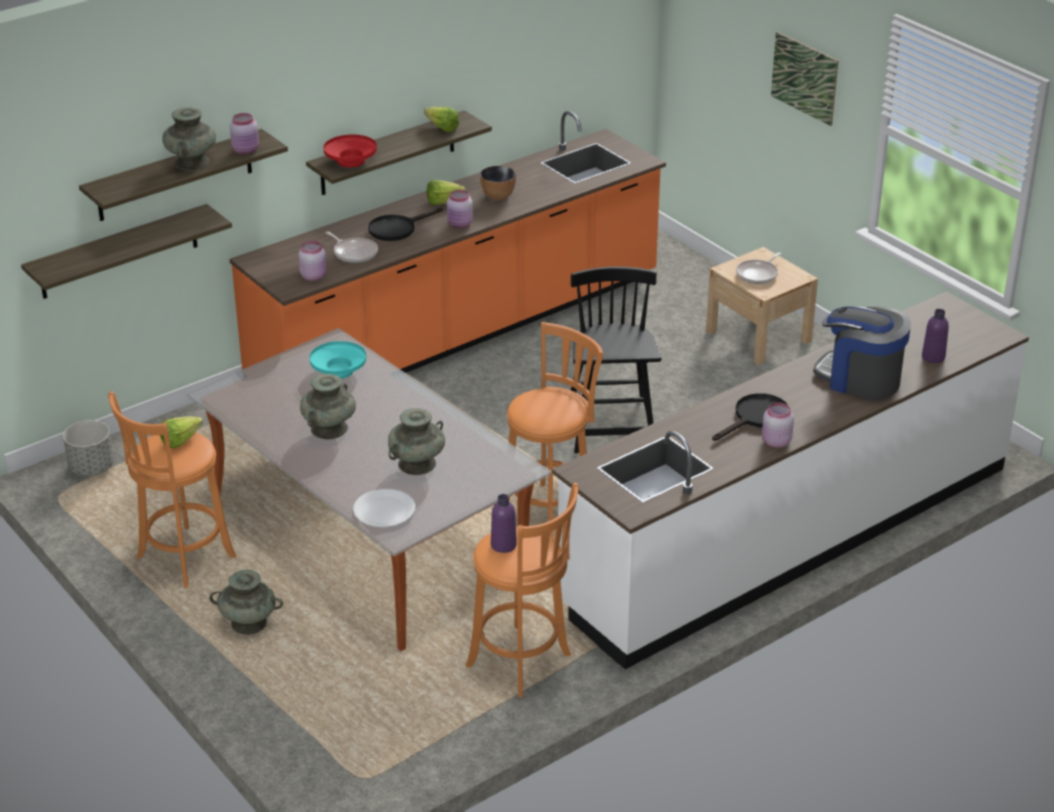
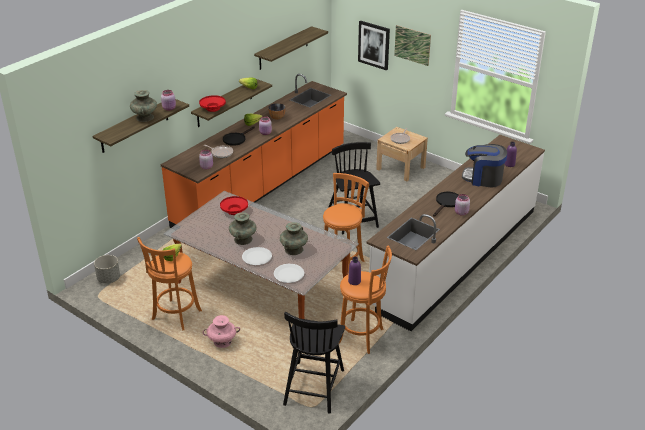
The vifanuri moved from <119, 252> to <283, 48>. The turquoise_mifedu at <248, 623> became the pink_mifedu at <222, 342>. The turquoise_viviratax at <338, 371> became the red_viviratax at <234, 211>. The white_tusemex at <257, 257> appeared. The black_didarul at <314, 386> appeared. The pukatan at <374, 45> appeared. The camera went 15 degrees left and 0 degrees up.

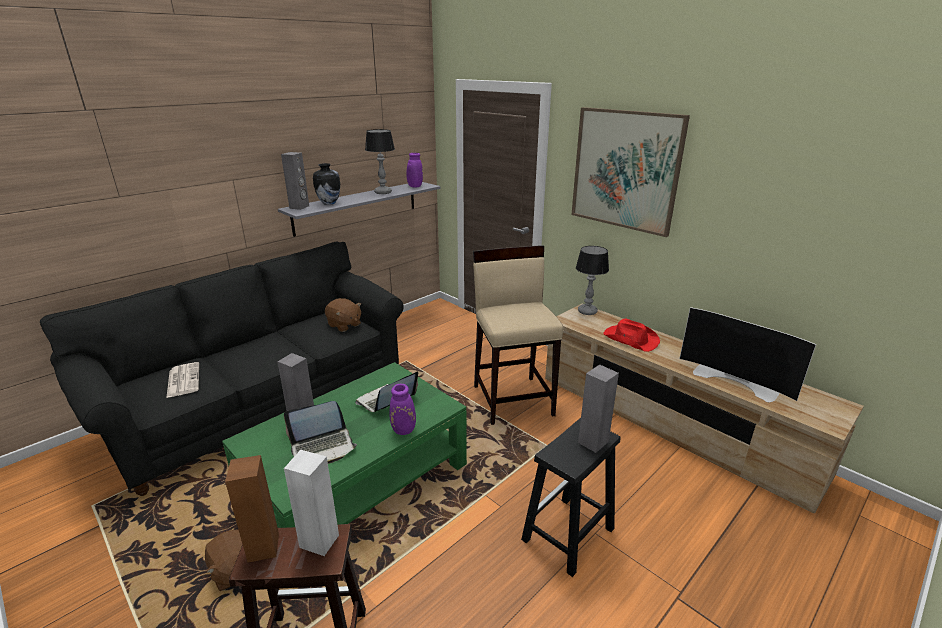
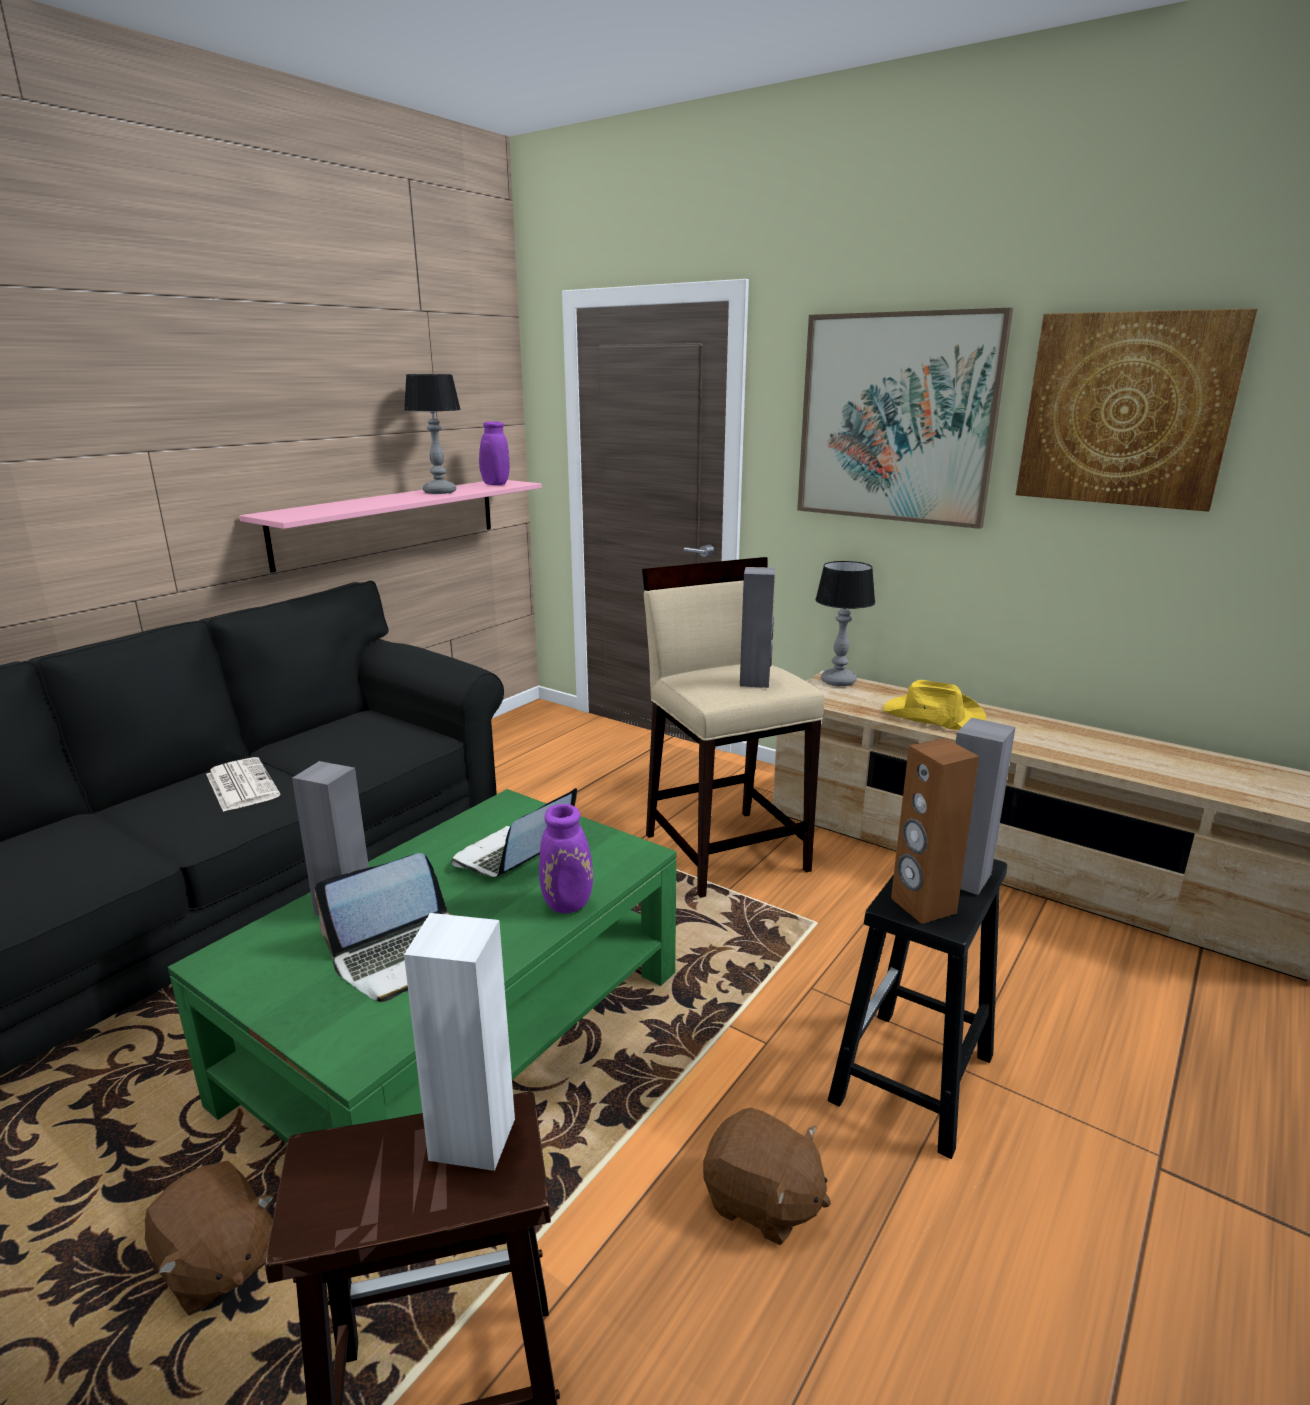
The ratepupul moved from <183, 380> to <241, 785>. The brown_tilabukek moved from <263, 547> to <922, 906>. The grey_vifanuri at <357, 207> became the pink_vifanuri at <390, 521>. The grey_tilabukek moved from <299, 207> to <755, 681>. The mifedu at <329, 203> disappeared. The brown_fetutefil moved from <344, 325> to <762, 1201>. The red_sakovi at <630, 339> became the yellow_sakovi at <932, 715>. The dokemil at <736, 380> disappeared. The pukatan at <1126, 410> appeared. The camera went 10 degrees left and 5 degrees down.

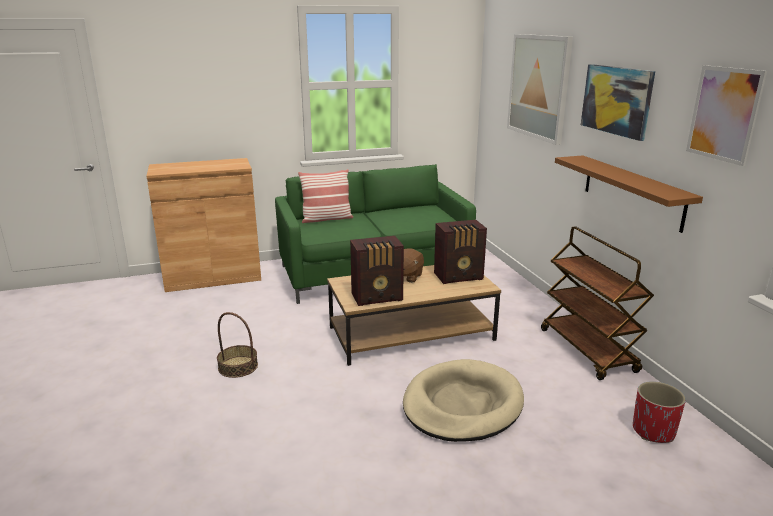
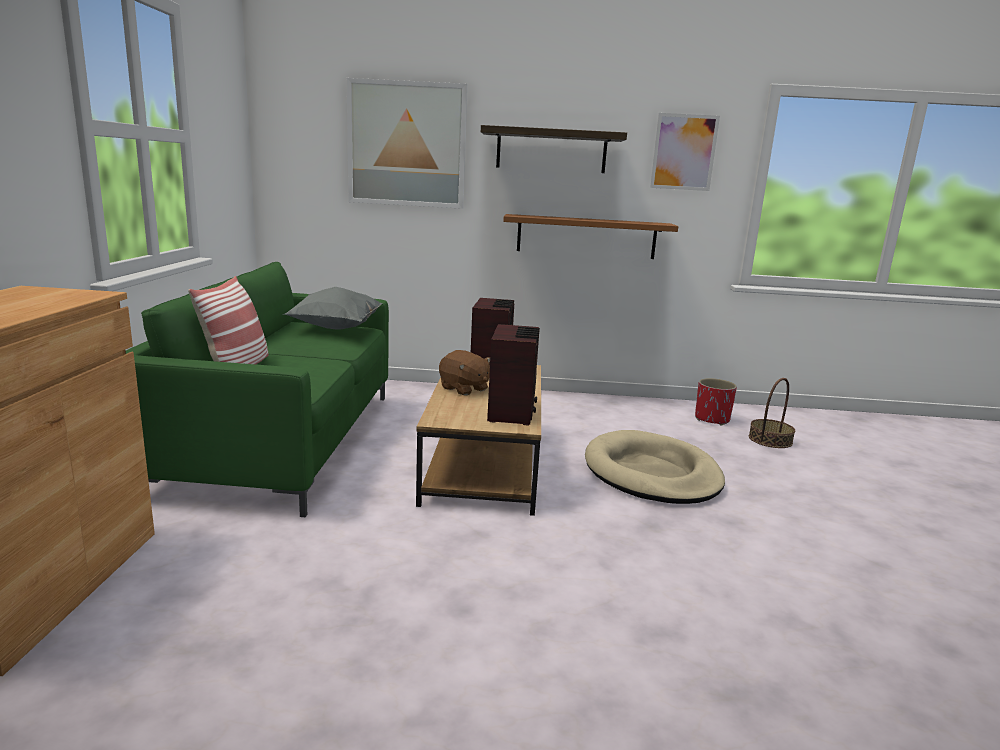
The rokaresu moved from <238, 367> to <770, 440>. The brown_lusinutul at <588, 351> disappeared. The pukatan at <616, 100> was replaced by the vifanuri at <551, 150>. The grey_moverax at <335, 330> appeared. The camera went 70 degrees left and 5 degrees down.

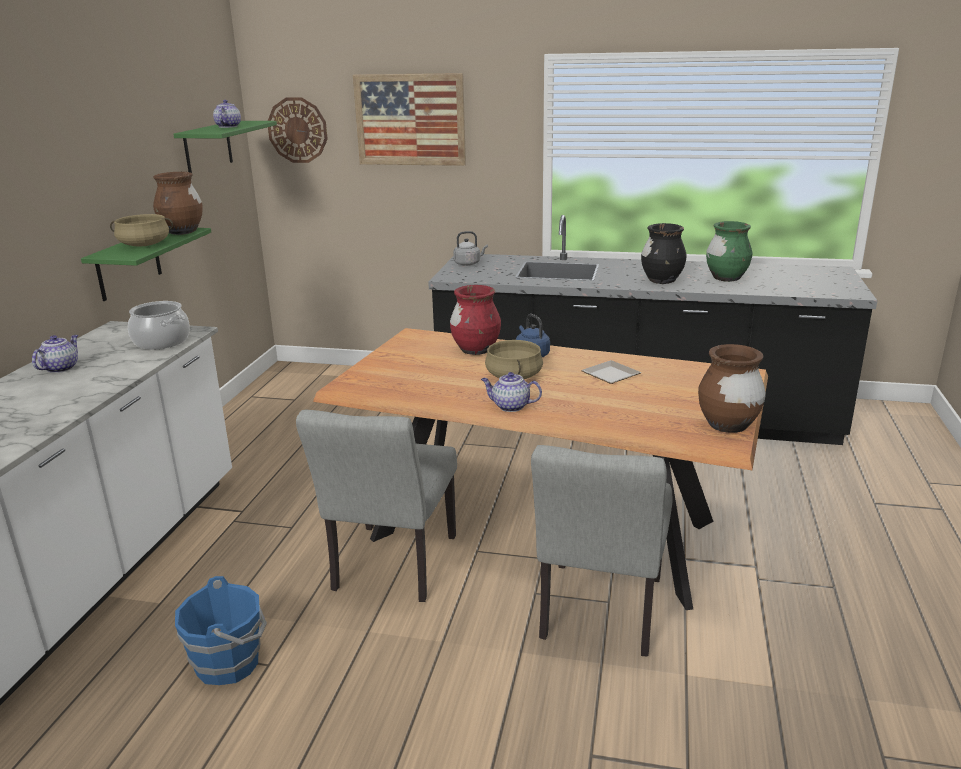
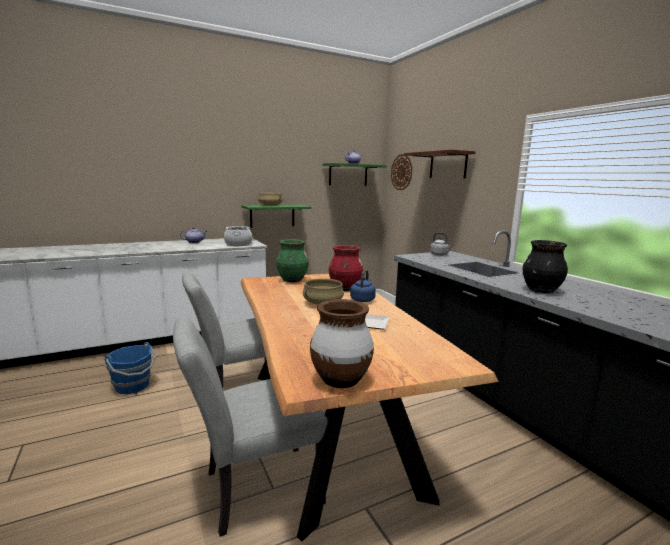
The brown_mifedu at <182, 232> disappeared. The pukatan at <410, 120> was replaced by the brown_vifanuri at <448, 165>. The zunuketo at <510, 406> disappeared. The green_mifedu moved from <726, 278> to <292, 280>. The camera went 50 degrees right and 10 degrees down.

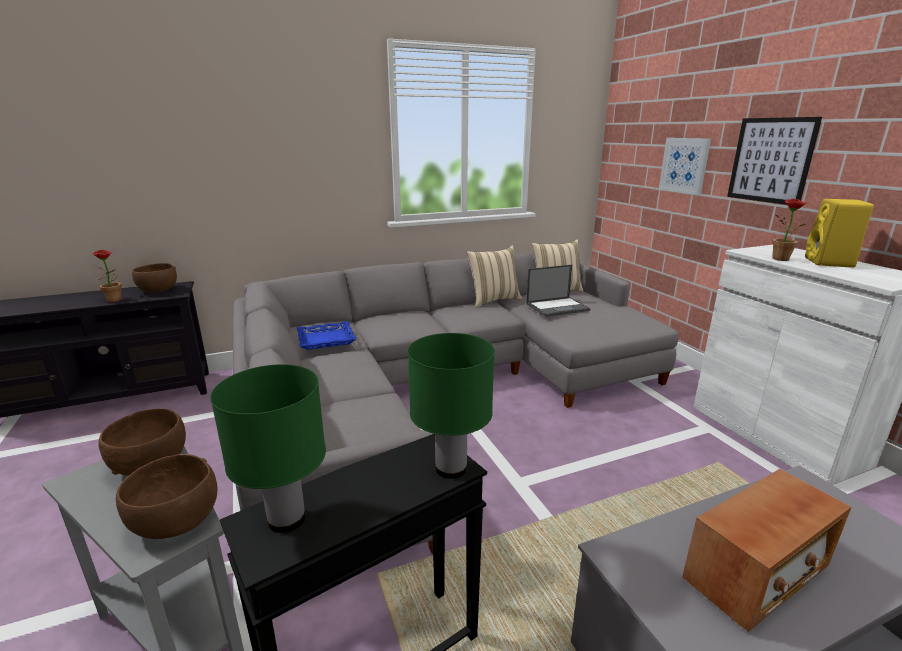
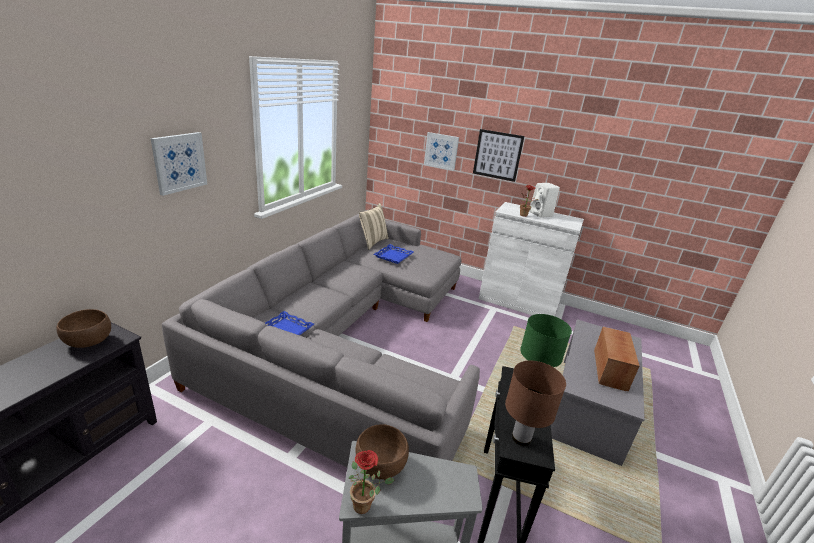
The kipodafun moved from <116, 300> to <365, 505>. The brown_viviratax at <177, 521> disappeared. The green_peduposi at <287, 518> became the brown_peduposi at <521, 437>. The beige_moverax at <493, 300> disappeared. The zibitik at <557, 307> was replaced by the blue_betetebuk at <393, 256>. The yellow_tilabukek at <830, 263> became the white_tilabukek at <541, 214>. The pukatan at <179, 162> appeared. The camera went 45 degrees left and 5 degrees up.

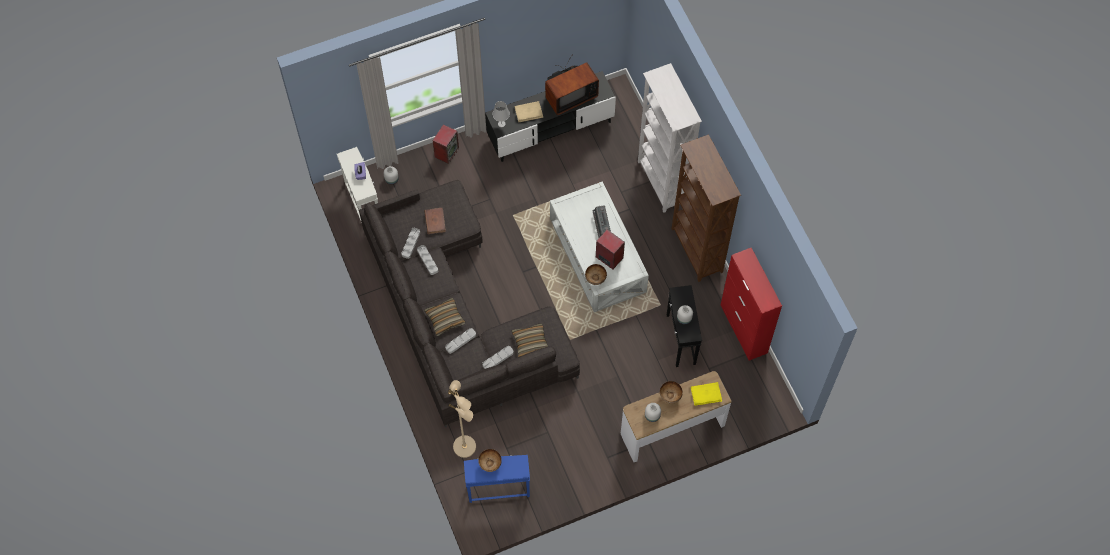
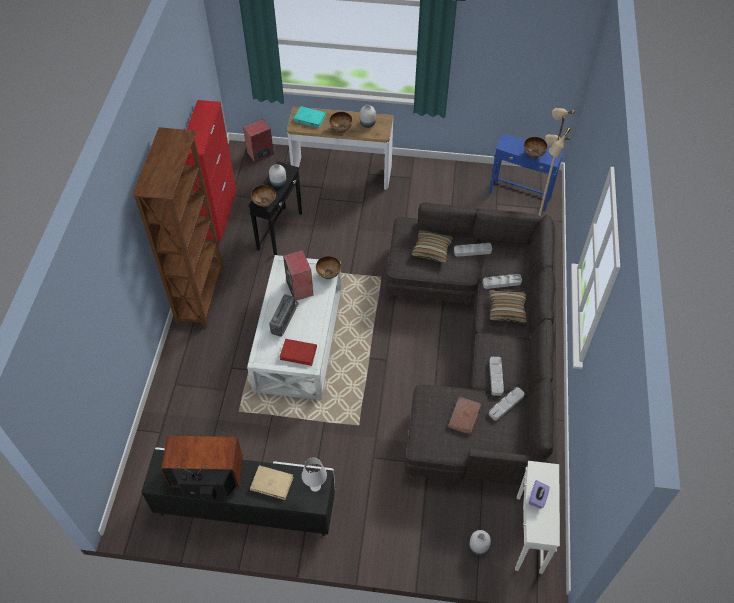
The tilabukek moved from <446, 152> to <260, 153>. The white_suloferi at <662, 183> disappeared. The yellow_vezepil at <706, 394> became the turquoise_vezepil at <309, 118>. The viviratax at <264, 203> appeared. The red_vezepil at <298, 353> appeared. The camera went 150 degrees left and 10 degrees down.

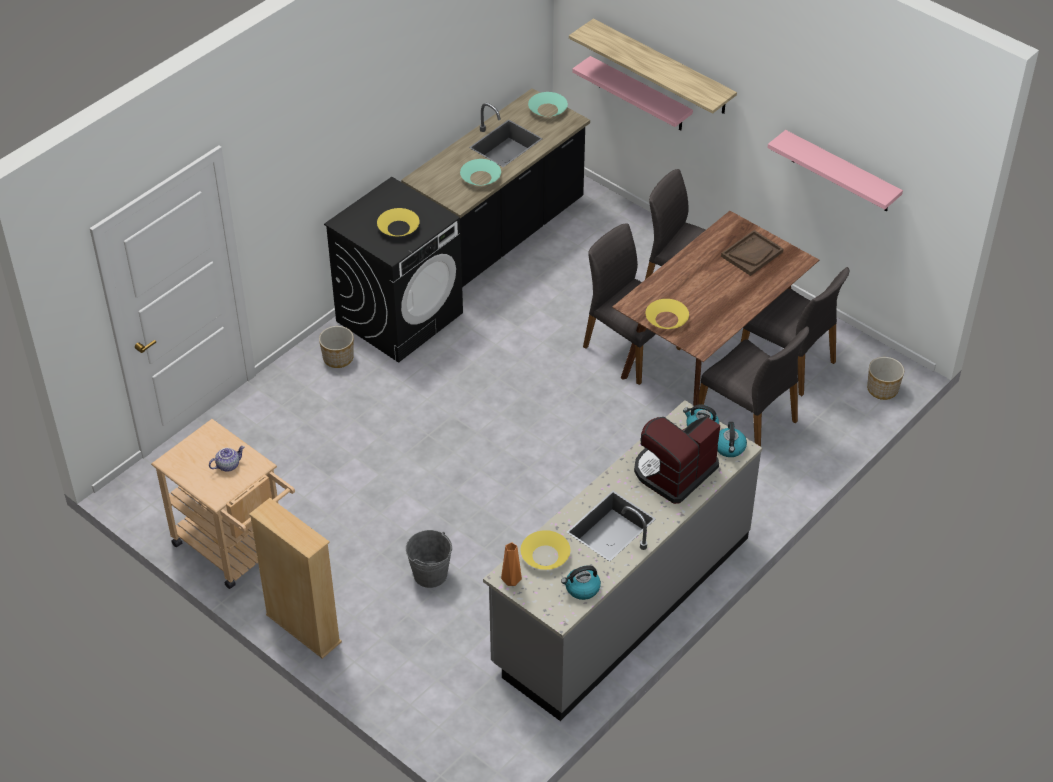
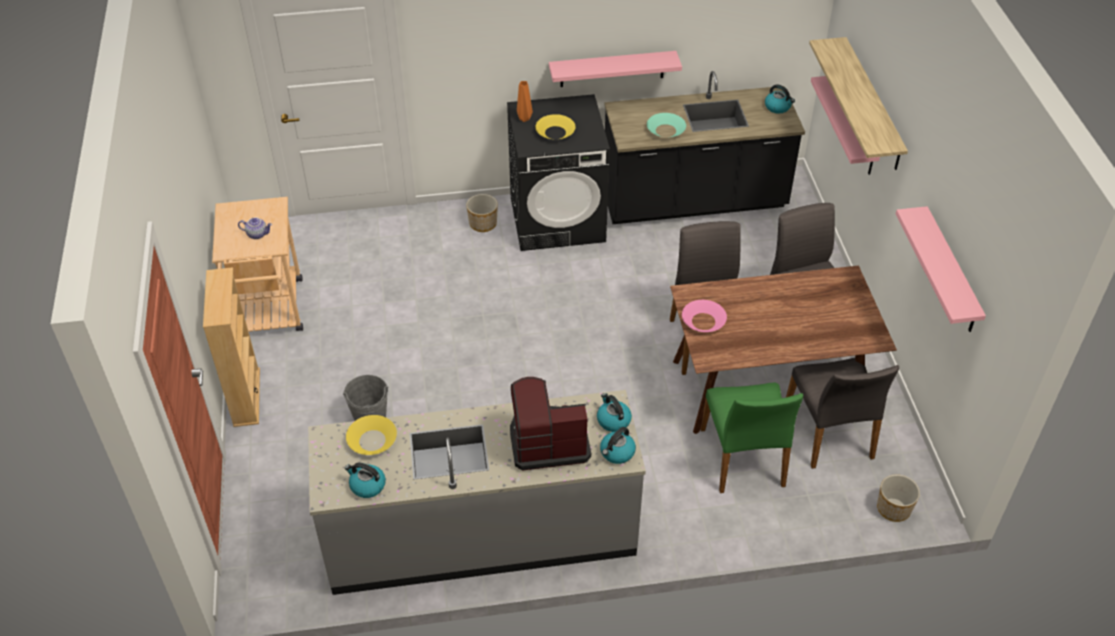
The orange_mifedu moved from <512, 580> to <525, 118>. The turquoise_viviratax at <547, 109> was replaced by the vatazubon at <778, 107>. The yellow_viviratax at <666, 319> became the pink_viviratax at <703, 321>. The grey_didarul at <748, 419> became the green_didarul at <744, 458>. The brown_betetebuk at <752, 254> disappeared. The pink_vifanuri at <612, 69> appeared. The camera went 40 degrees right and 0 degrees up.

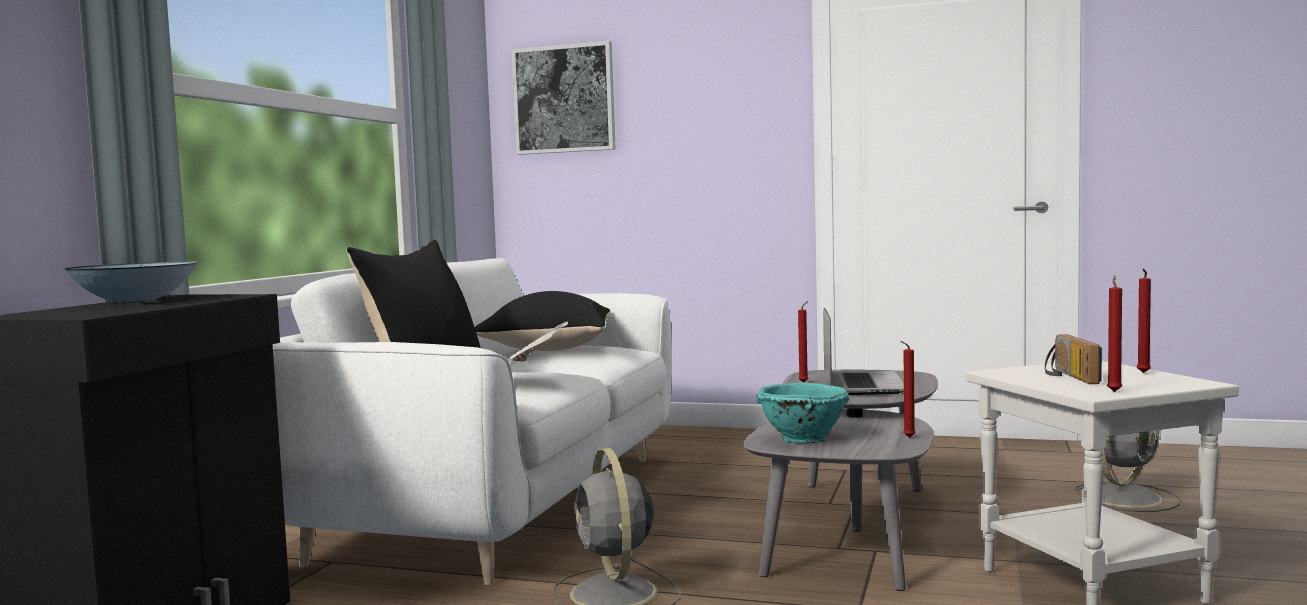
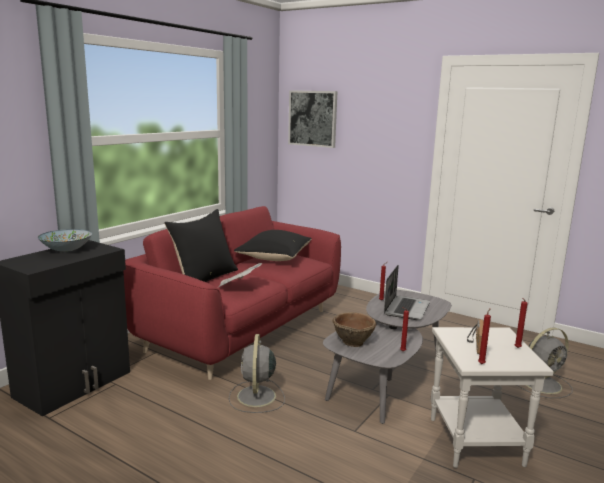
The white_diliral at <499, 504> became the red_diliral at <241, 329>. The turquoise_viviratax at <802, 438> became the brown_viviratax at <352, 342>. The camera went 15 degrees right and 10 degrees up.

